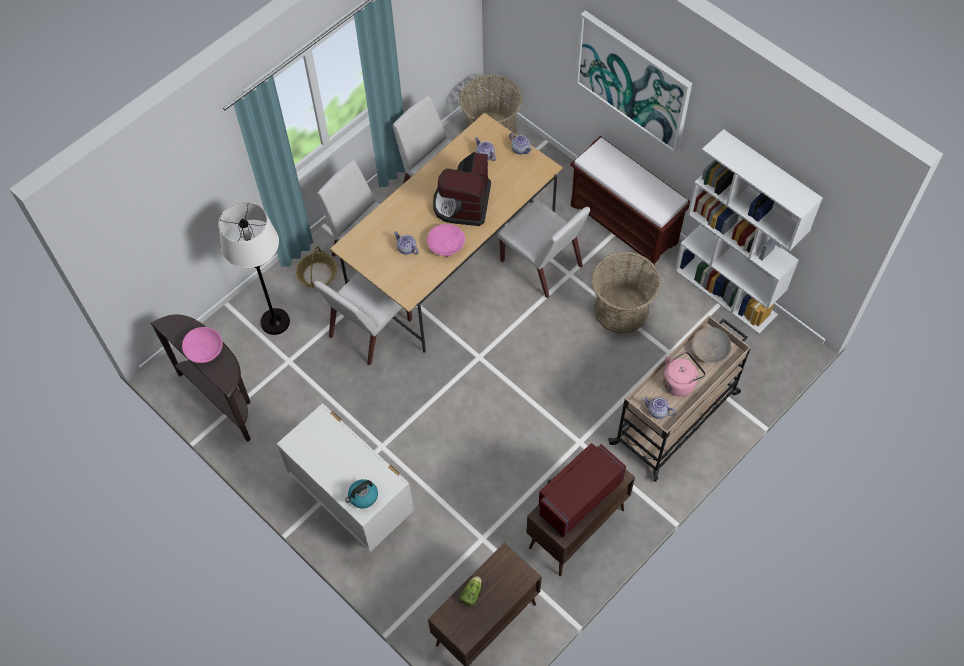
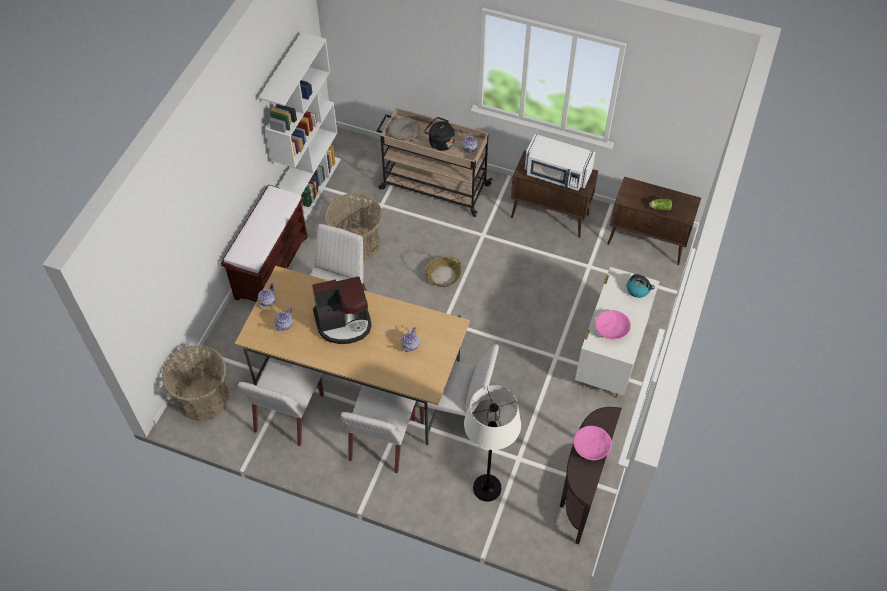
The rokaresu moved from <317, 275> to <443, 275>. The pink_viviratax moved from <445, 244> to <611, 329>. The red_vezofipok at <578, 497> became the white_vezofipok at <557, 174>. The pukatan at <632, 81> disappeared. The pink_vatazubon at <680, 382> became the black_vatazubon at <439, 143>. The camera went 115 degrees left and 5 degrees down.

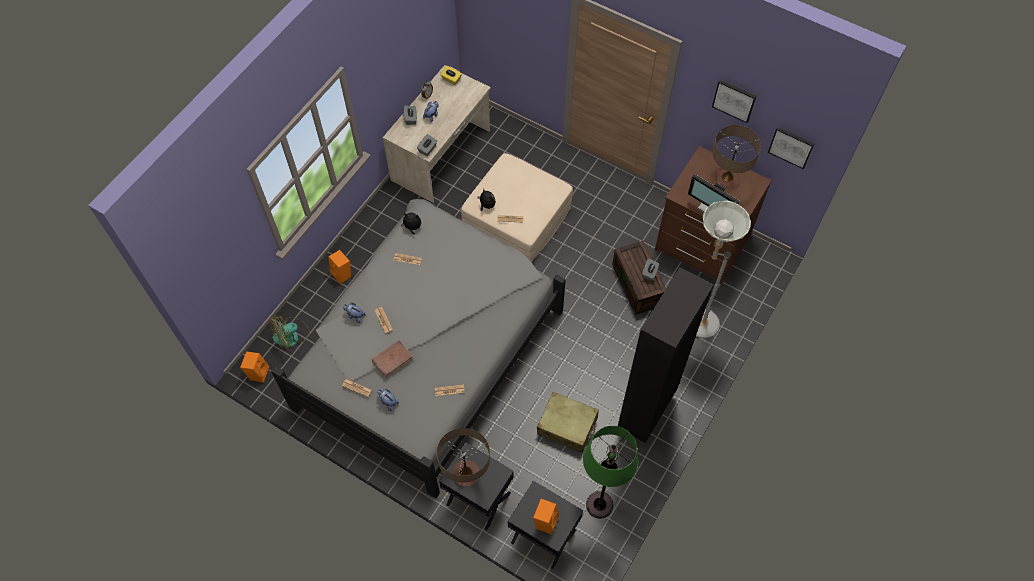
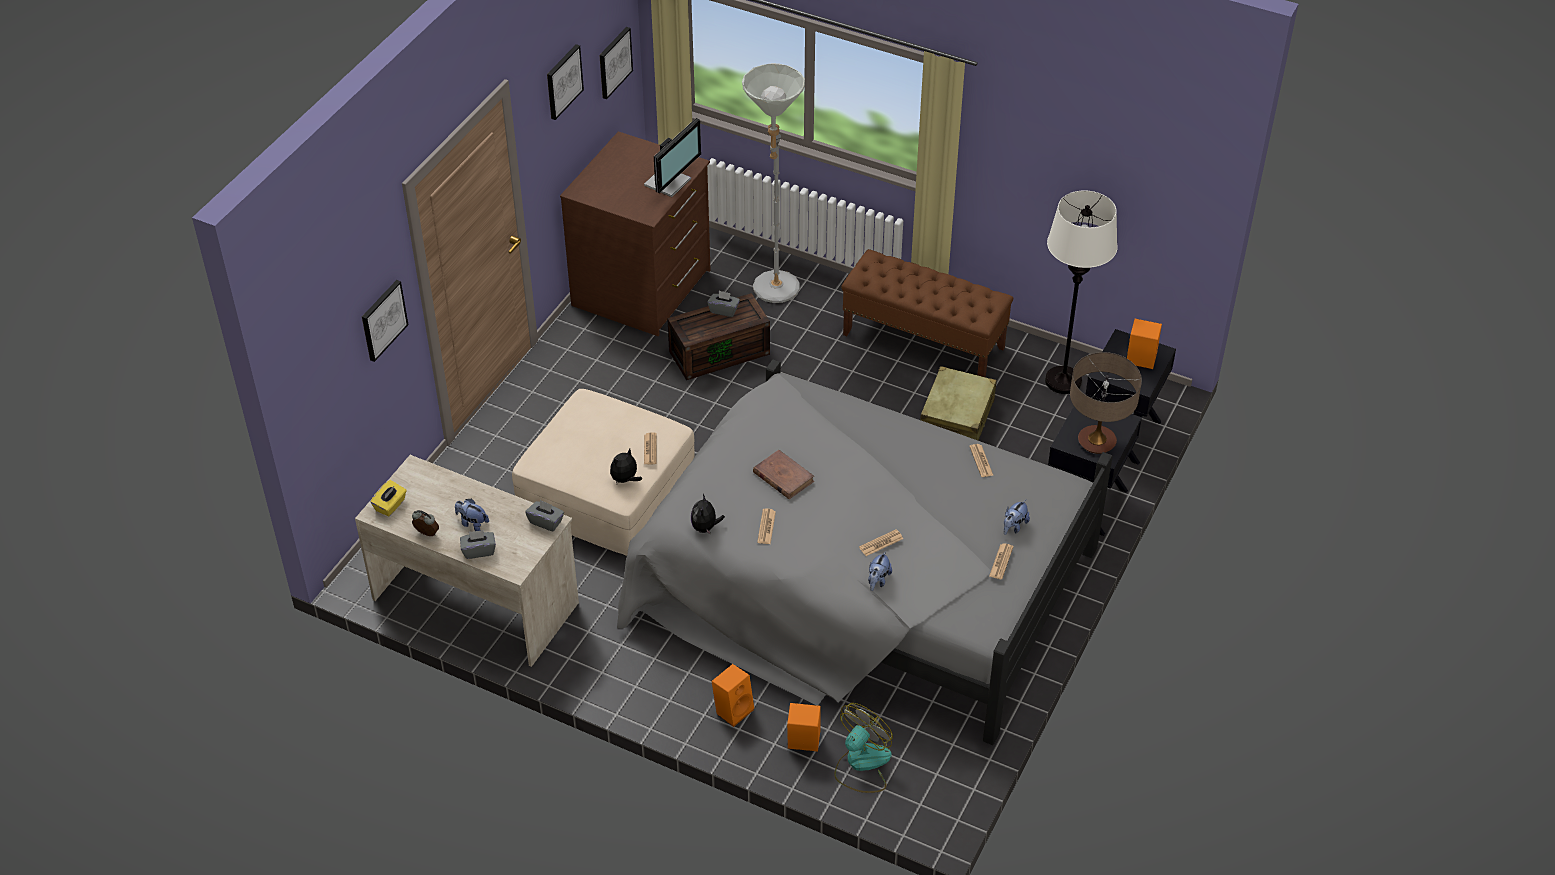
The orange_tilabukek moved from <258, 373> to <802, 744>. The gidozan at <291, 336> turned 105 degrees counterclockwise. The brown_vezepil moved from <392, 359> to <783, 477>. The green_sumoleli at <599, 504> became the white_sumoleli at <1062, 381>. The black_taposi at <645, 414> was replaced by the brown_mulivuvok at <924, 341>. The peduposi at <726, 179> disappeared. The pukatan at <383, 320> appeared. The camera went 95 degrees left and 15 degrees down.

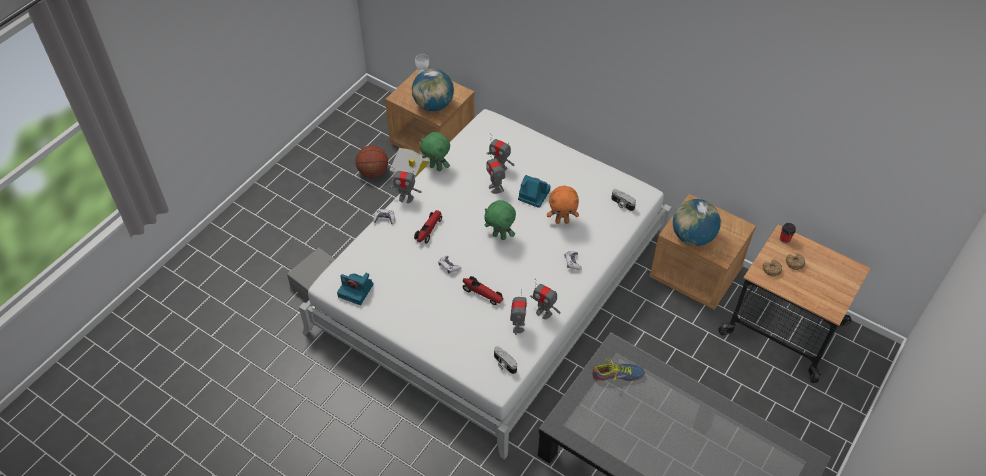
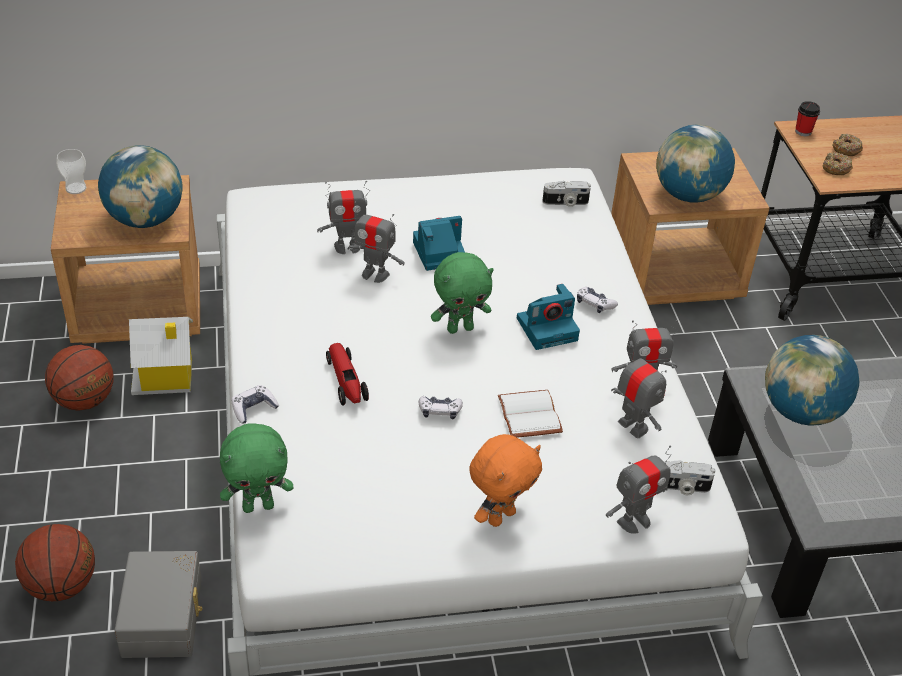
The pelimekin moved from <356, 290> to <548, 328>. The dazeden moved from <406, 198> to <634, 521>. The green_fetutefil moved from <436, 167> to <258, 506>. The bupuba at <482, 293> was replaced by the white_vezepil at <531, 416>. The orange_fetutefil moved from <562, 221> to <500, 516>. The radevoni at <617, 375> was replaced by the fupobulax at <800, 412>. The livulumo at <61, 586> appeared. The camera went 45 degrees left and 10 degrees down.

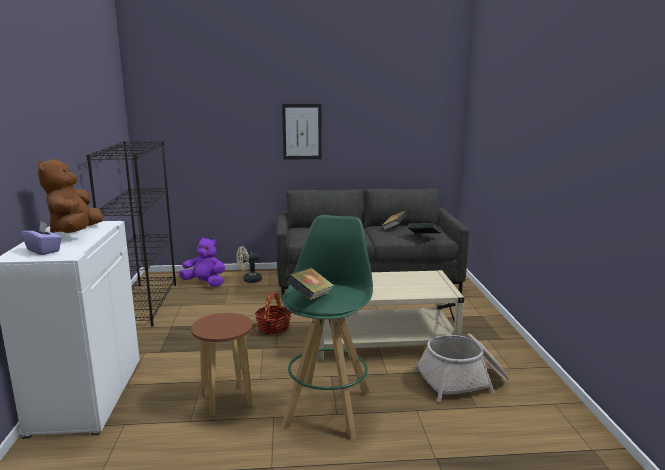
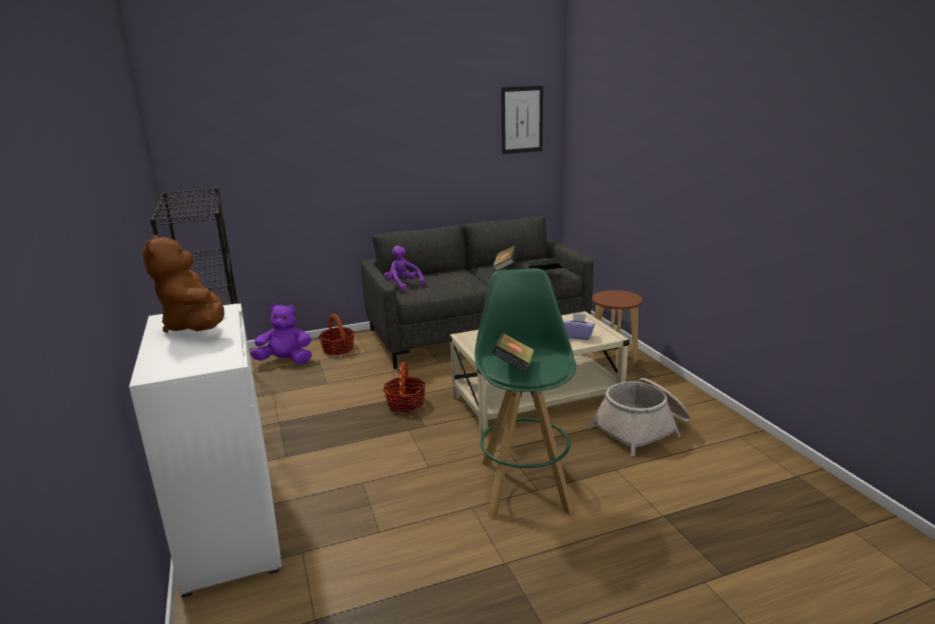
The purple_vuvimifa moved from <44, 250> to <578, 336>. The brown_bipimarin moved from <226, 400> to <613, 361>. The beige_gidozan at <249, 280> was replaced by the rokaresu at <338, 349>. The pukatan moved from <302, 131> to <522, 120>. The purple_fetutefil at <403, 285> appeared. The camera went 15 degrees left and 5 degrees up.

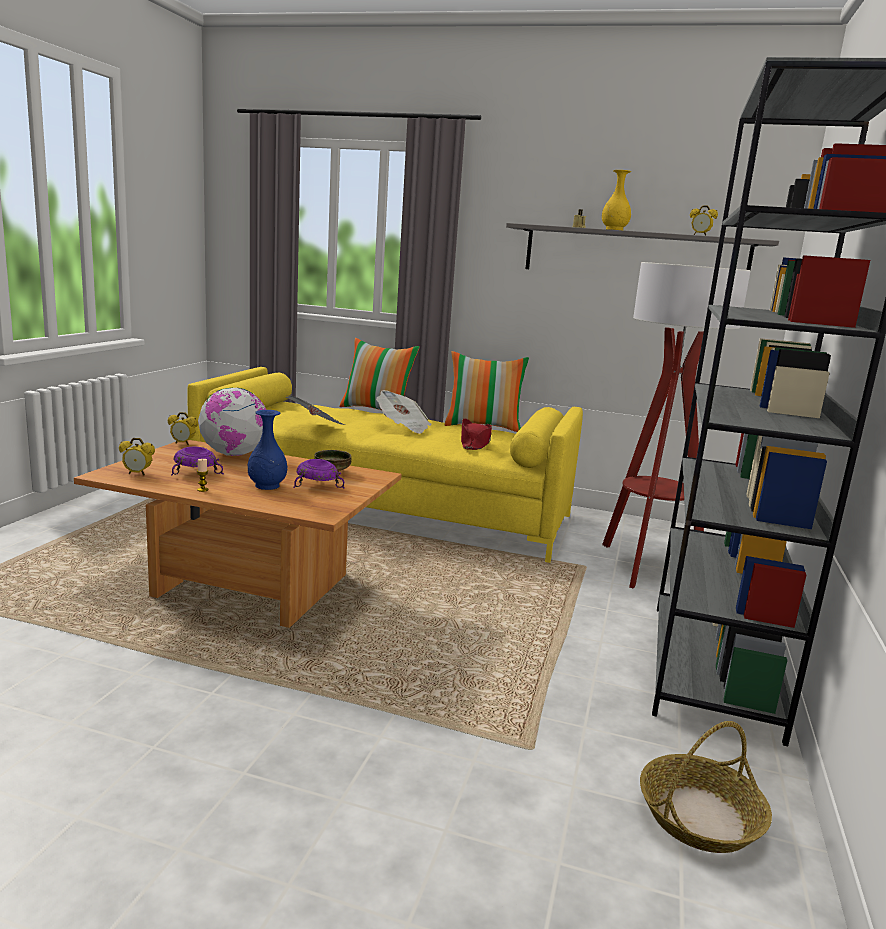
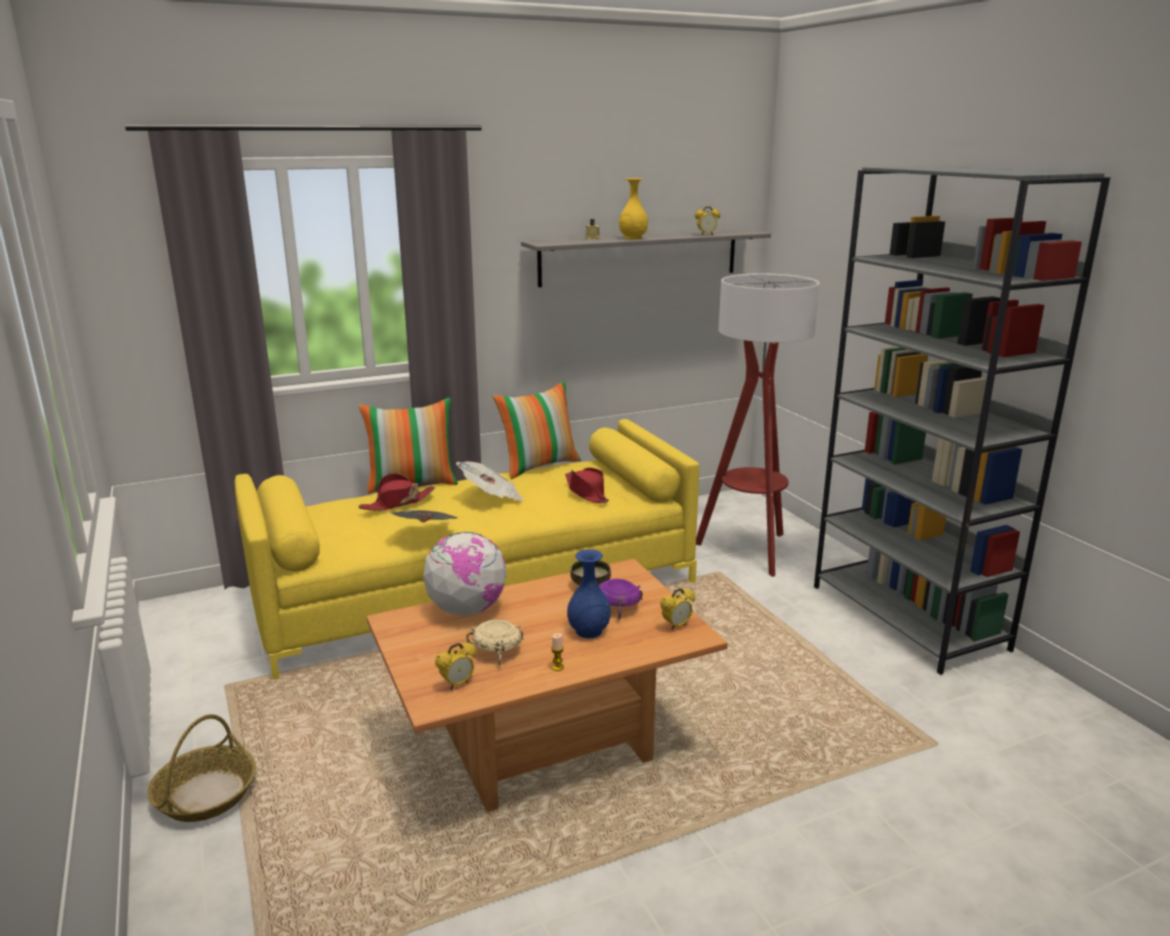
The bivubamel moved from <183, 443> to <676, 626>. The purple_viviratax at <194, 472> became the beige_viviratax at <496, 652>. The rokaresu moved from <700, 816> to <206, 794>. The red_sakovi at <397, 503> appeared. The camera went 40 degrees left and 5 degrees up.

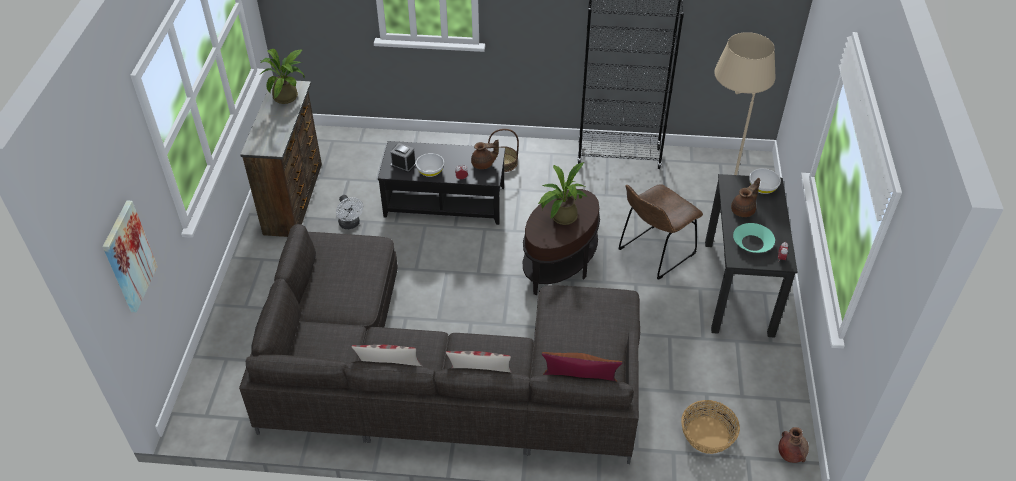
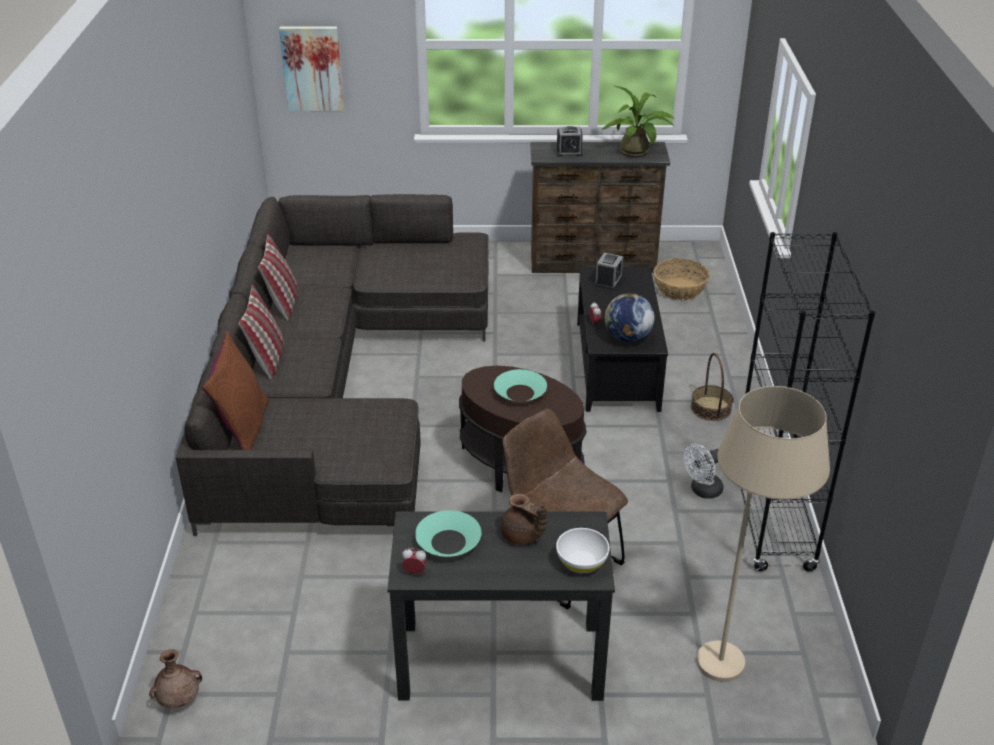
The white_gidozan moved from <350, 224> to <702, 491>. The white_viviratax at <430, 171> disappeared. The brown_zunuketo at <483, 164> was replaced by the fupobulax at <627, 338>. The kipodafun at <560, 218> was replaced by the turquoise_viviratax at <520, 392>. The rokaresu moved from <707, 435> to <679, 289>. The bivubamel at <569, 152> appeared. The camera went 85 degrees right and 10 degrees down.

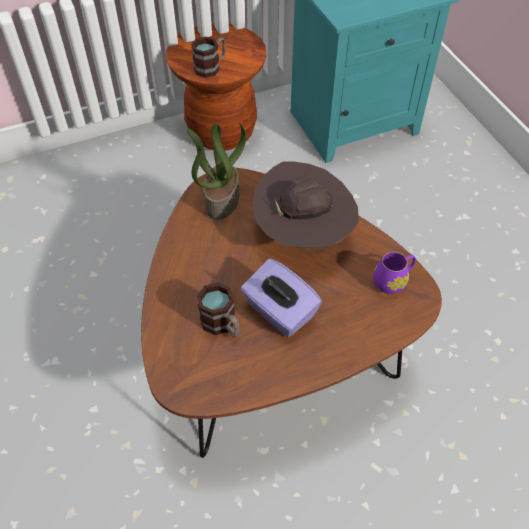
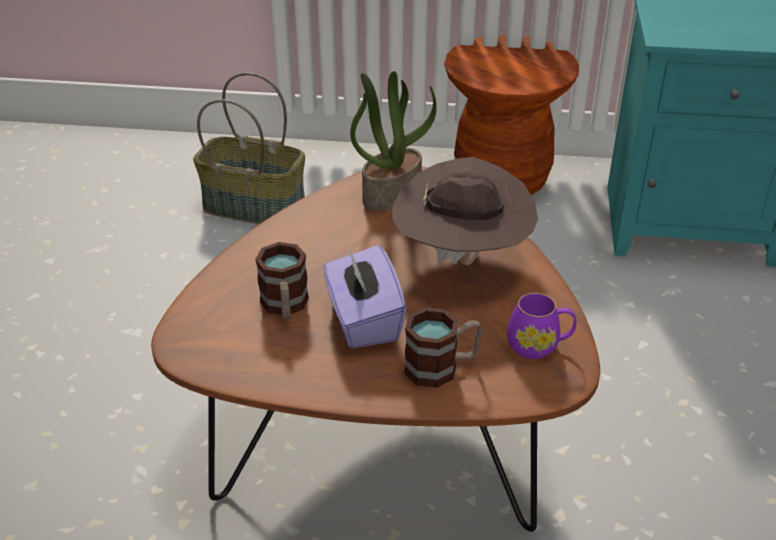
The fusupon moved from <211, 67> to <442, 367>. The rokaresu at <255, 206> appeared. The camera went 30 degrees right and 15 degrees down.

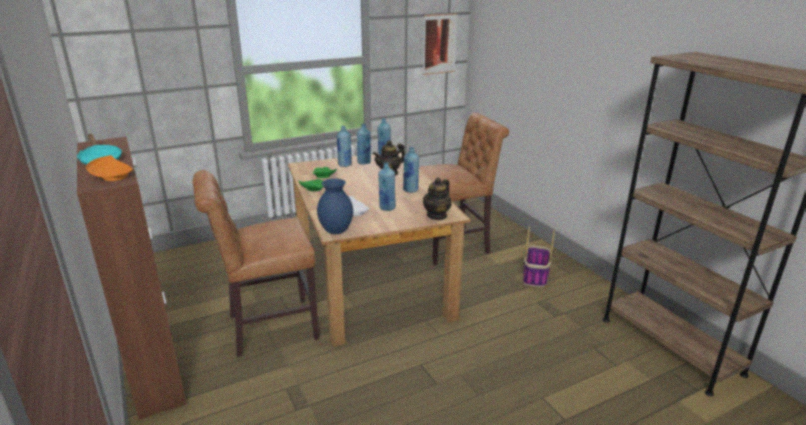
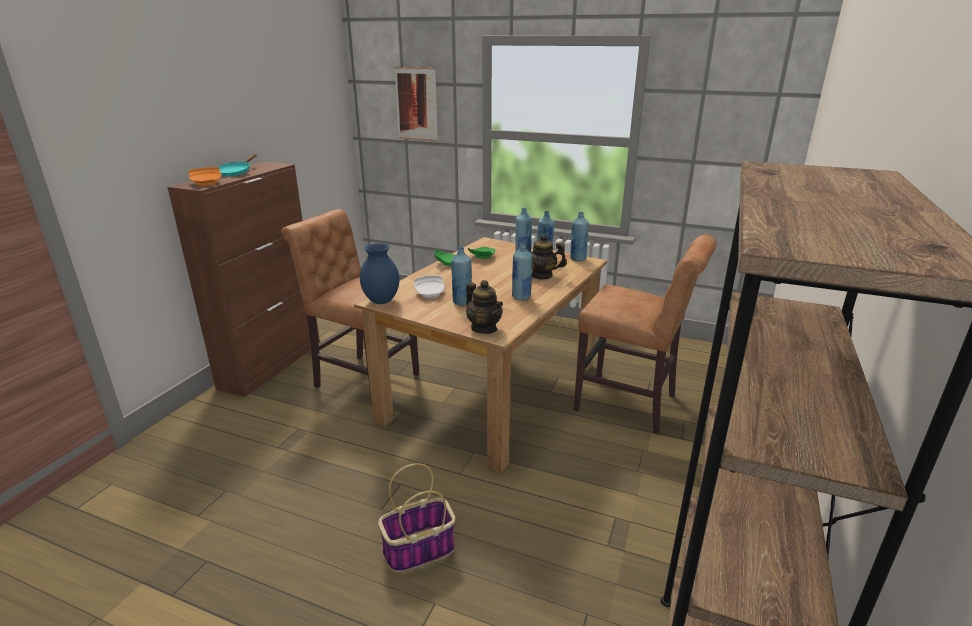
The pukatan moved from <439, 44> to <416, 104>. The zunuketo at <437, 215> turned 120 degrees counterclockwise. The rokaresu moved from <535, 276> to <418, 550>. The camera went 50 degrees right and 0 degrees up.

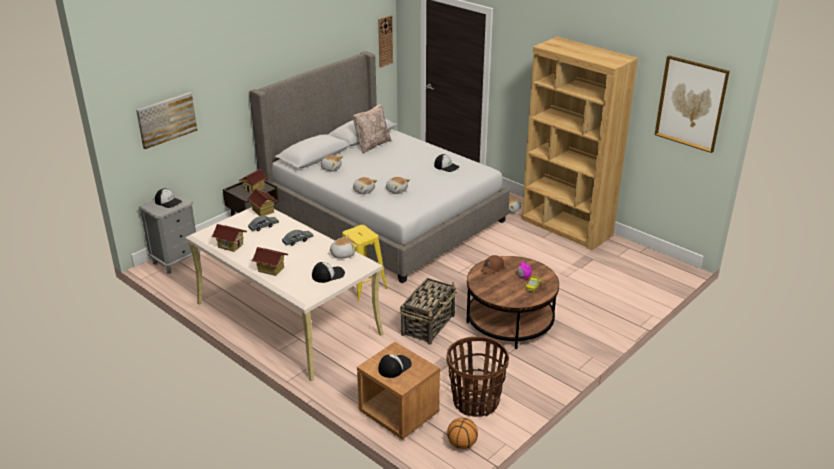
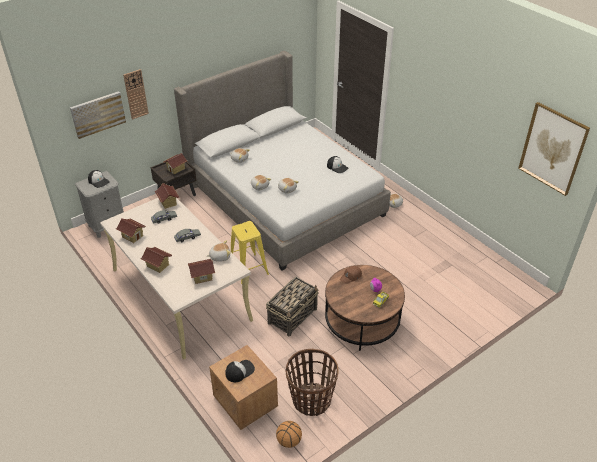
The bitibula at <328, 274> was replaced by the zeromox at <202, 277>. The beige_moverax at <372, 145> disappeared. The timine moved from <385, 41> to <136, 94>. The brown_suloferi at <566, 227> disappeared. The camera went 10 degrees right and 10 degrees up.

